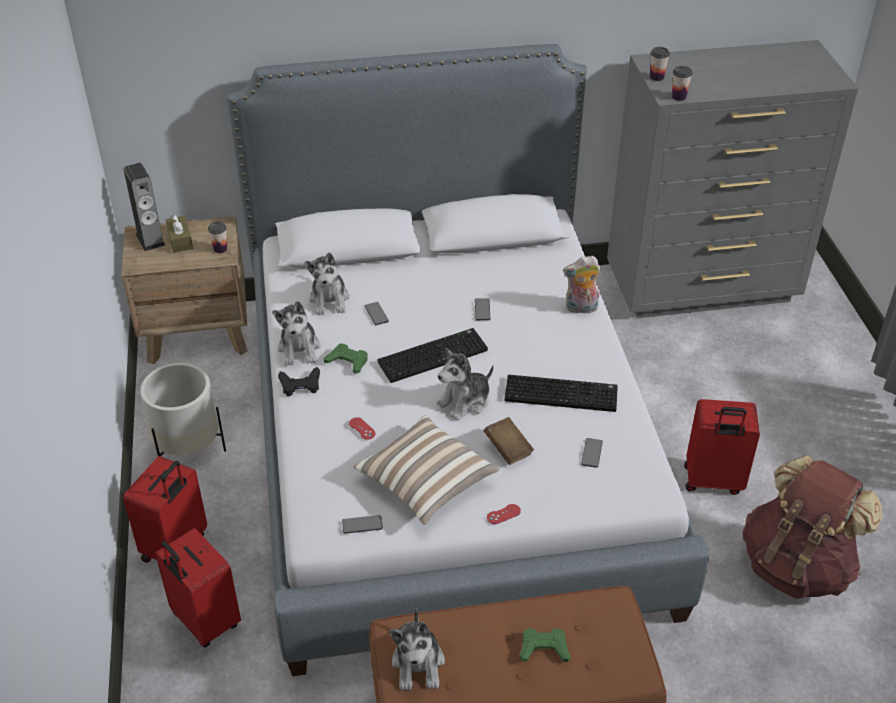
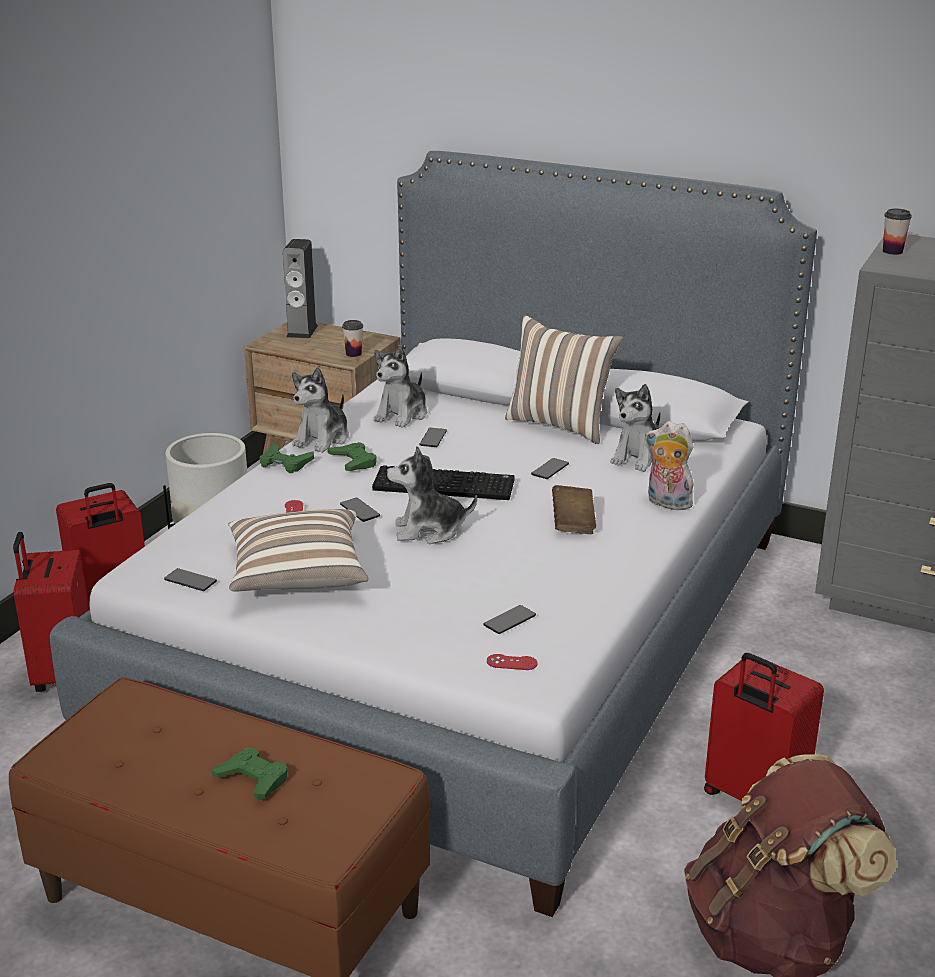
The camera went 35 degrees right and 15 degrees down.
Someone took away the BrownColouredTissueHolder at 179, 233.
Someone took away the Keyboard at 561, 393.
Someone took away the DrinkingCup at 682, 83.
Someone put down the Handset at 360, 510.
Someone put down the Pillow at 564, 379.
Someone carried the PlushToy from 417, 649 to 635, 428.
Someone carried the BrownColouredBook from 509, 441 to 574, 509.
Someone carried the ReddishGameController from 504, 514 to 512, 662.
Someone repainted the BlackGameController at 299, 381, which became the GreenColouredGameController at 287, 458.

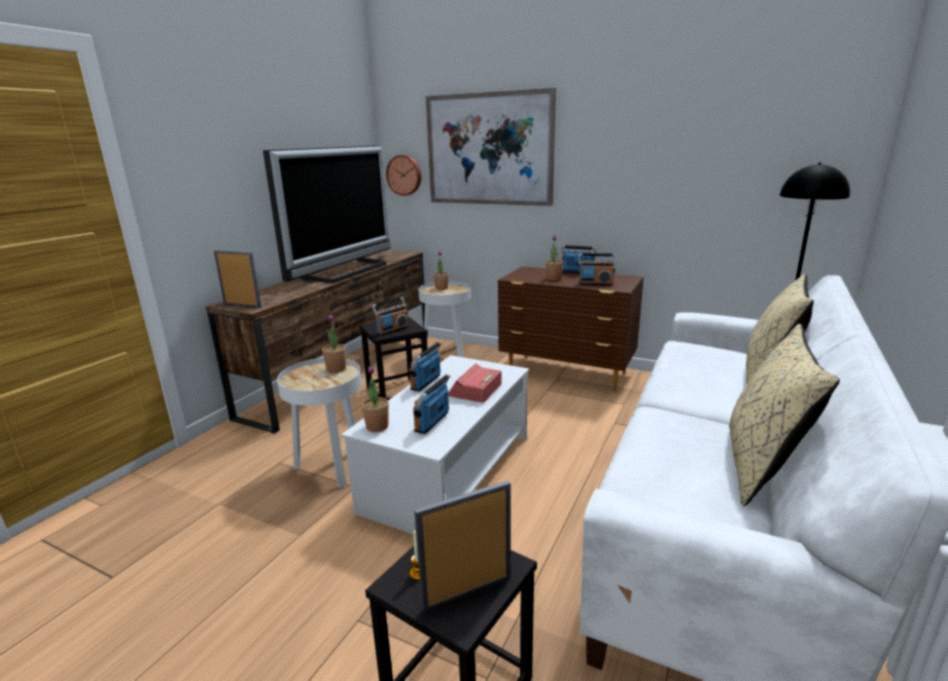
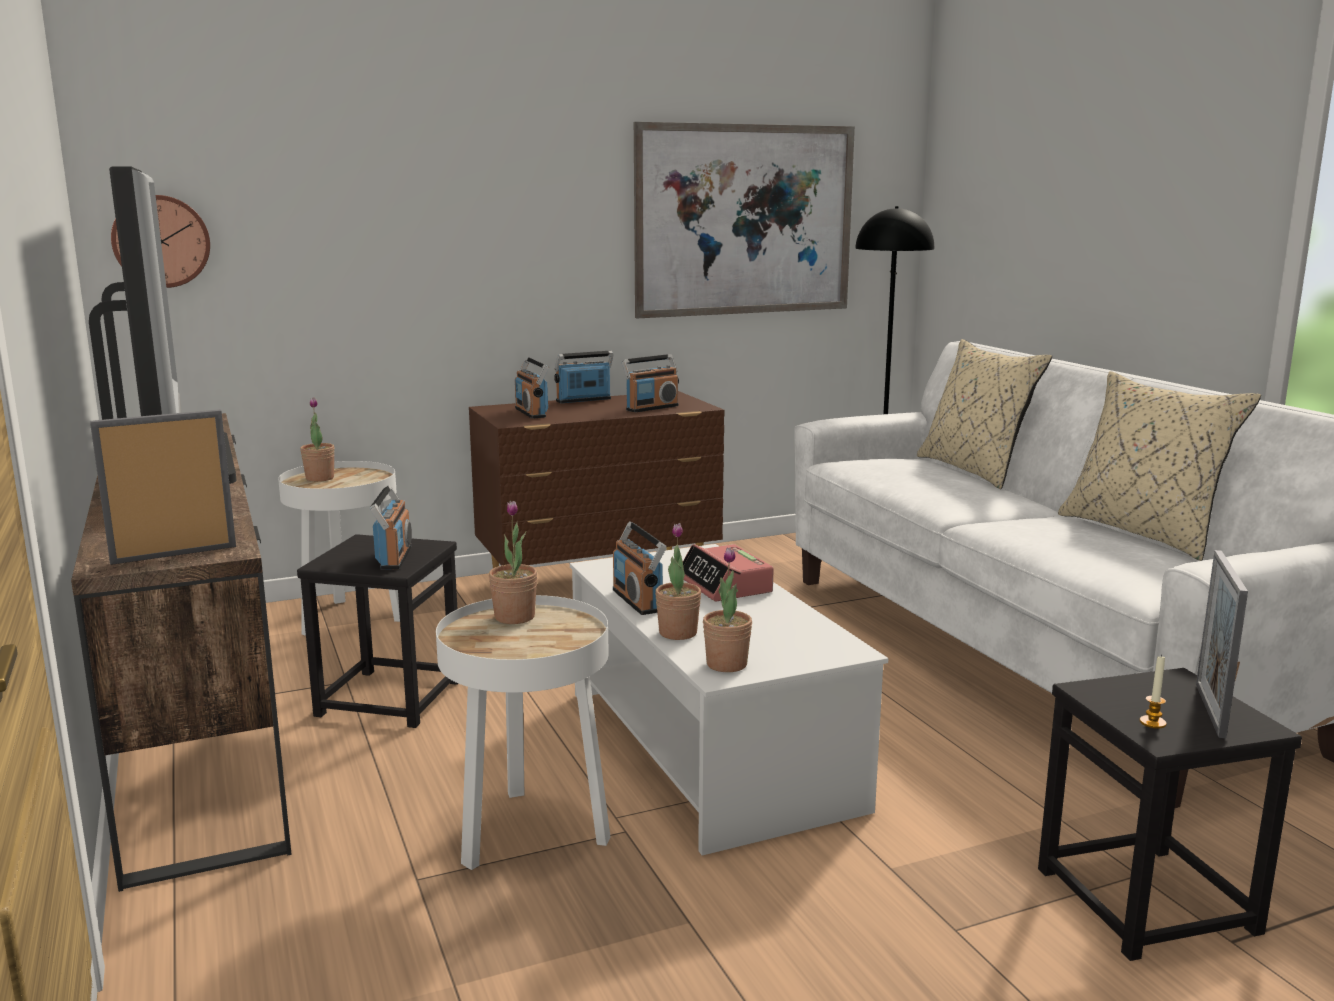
The camera went 50 degrees left and 5 degrees down.
Someone carried the RadioReceiver from 431, 404 to 532, 388.
Someone carried the WallArt from 491, 147 to 744, 220.
Someone carried the Houseplant from 554, 257 to 678, 581.

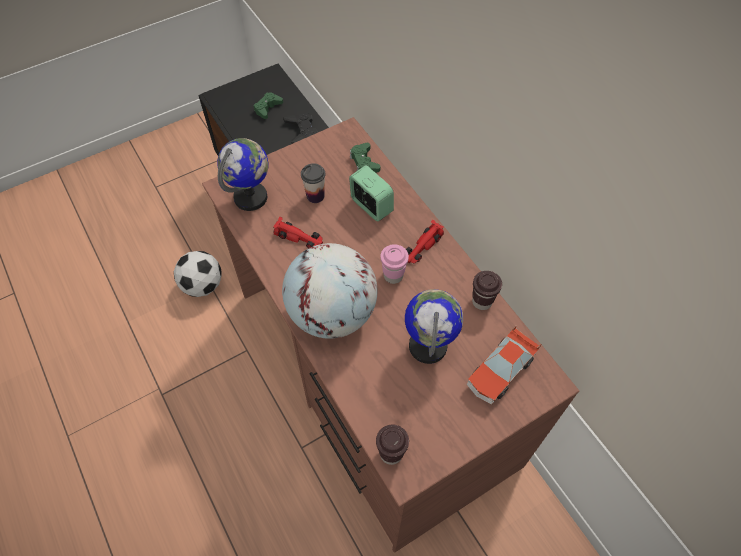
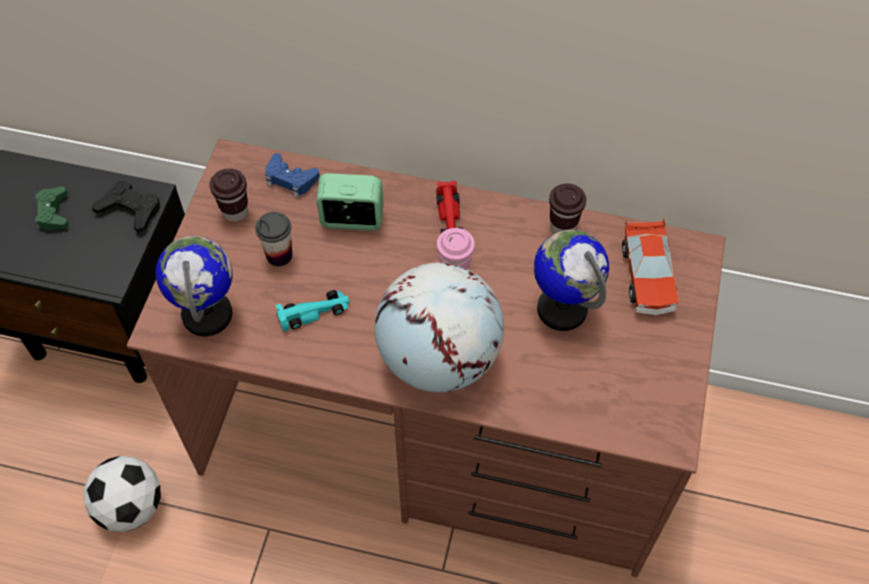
The camera went 45 degrees left and 0 degrees up.
Someone carried the BrownColouredDrinkingCup from 392, 445 to 228, 195.
Someone repainted the ReddishToyCar at 298, 232, which became the TurquoiseColouredToyCar at 313, 311.
Someone repainted the GreenColouredGameController at 365, 158, which became the BlueColouredGameController at 292, 175.

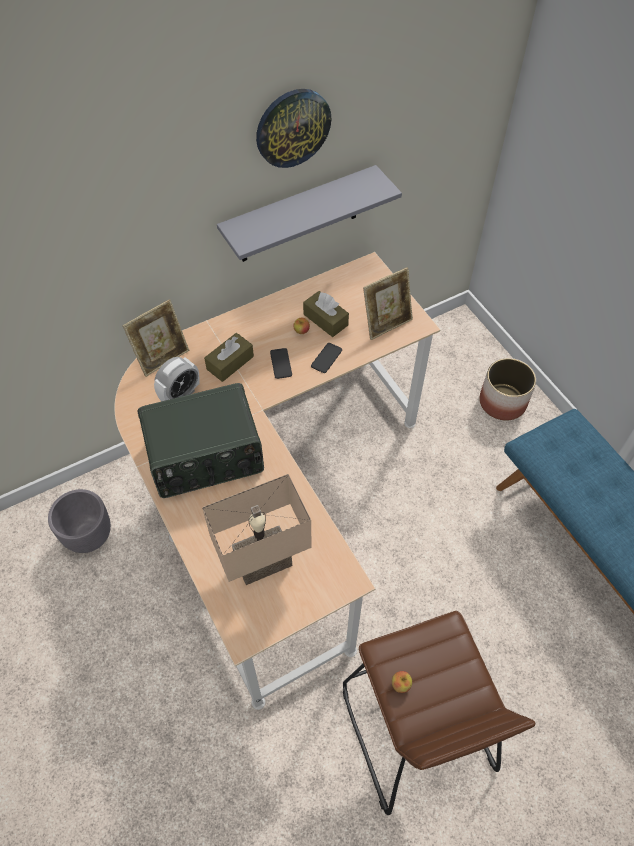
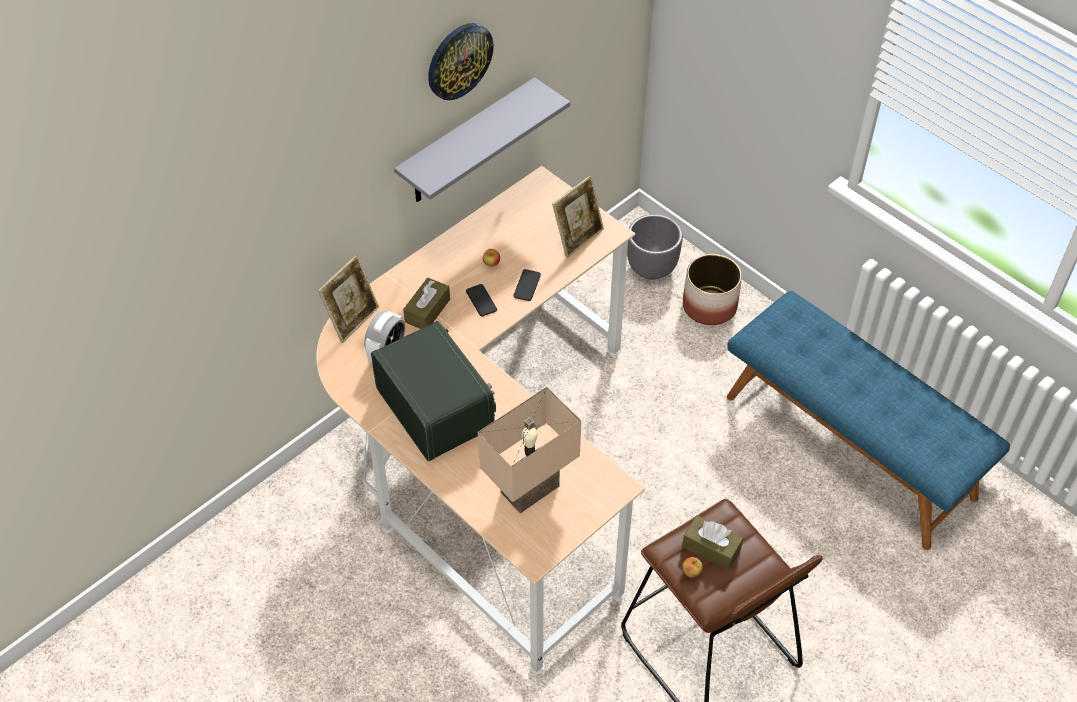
The camera went 15 degrees left and 5 degrees down.
Someone carried the GreyishFlowerPot from 79, 521 to 655, 247.
Someone carried the BrownColouredTissueHolder from 326, 314 to 712, 542.
Someone rotated the RadioReceiver at 200, 440 by 90 degrees counterclockwise.

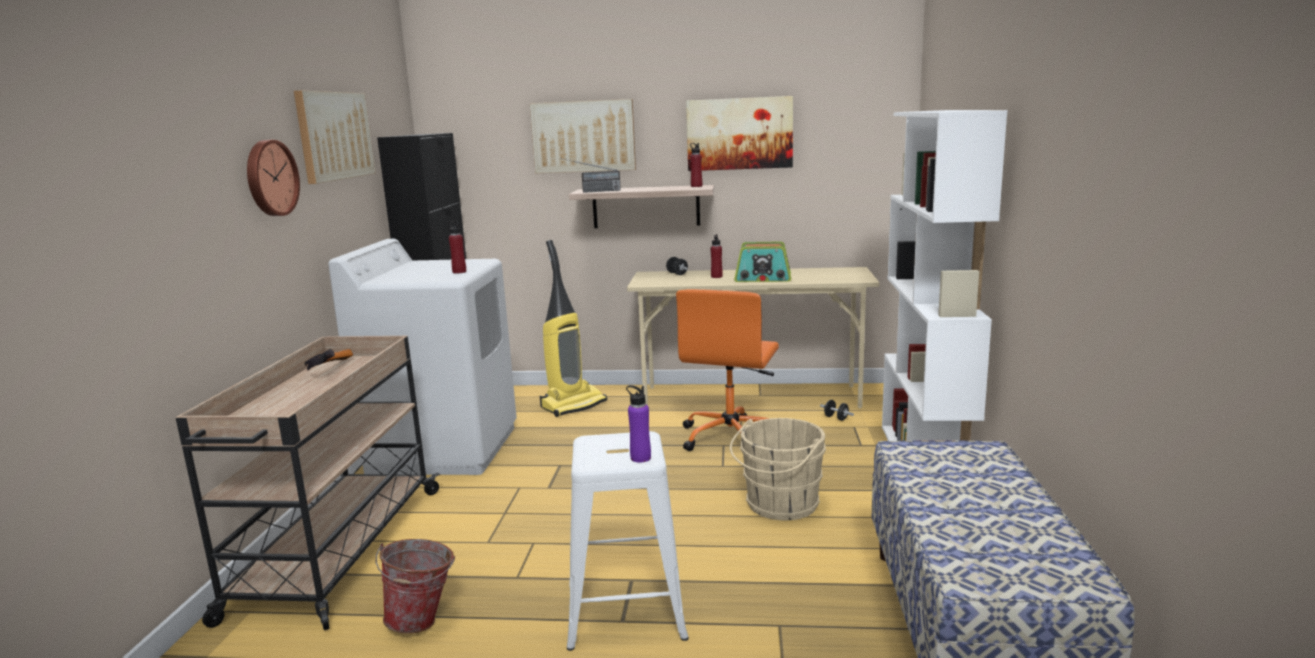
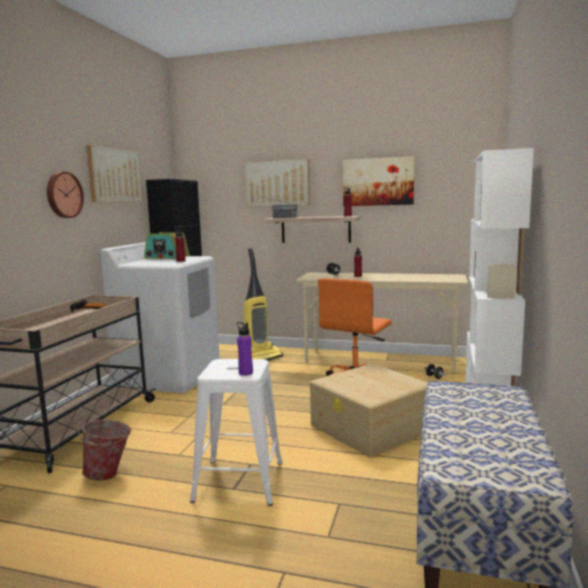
The camera went 10 degrees right and 5 degrees down.
Someone carried the RadioReceiver from 762, 261 to 167, 245.
Someone swapped the BeigePail at 778, 469 for the BeigeStorageBox at 369, 410.

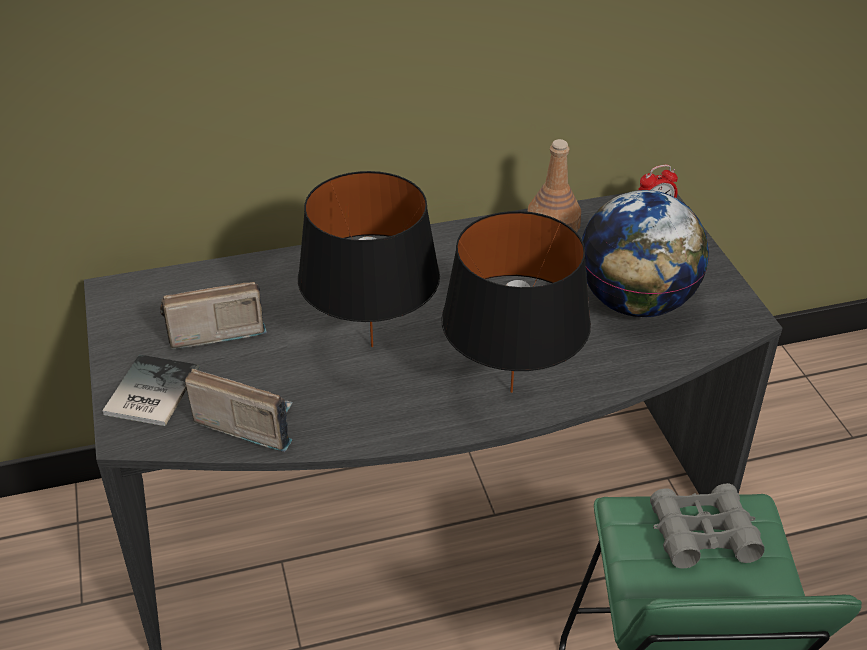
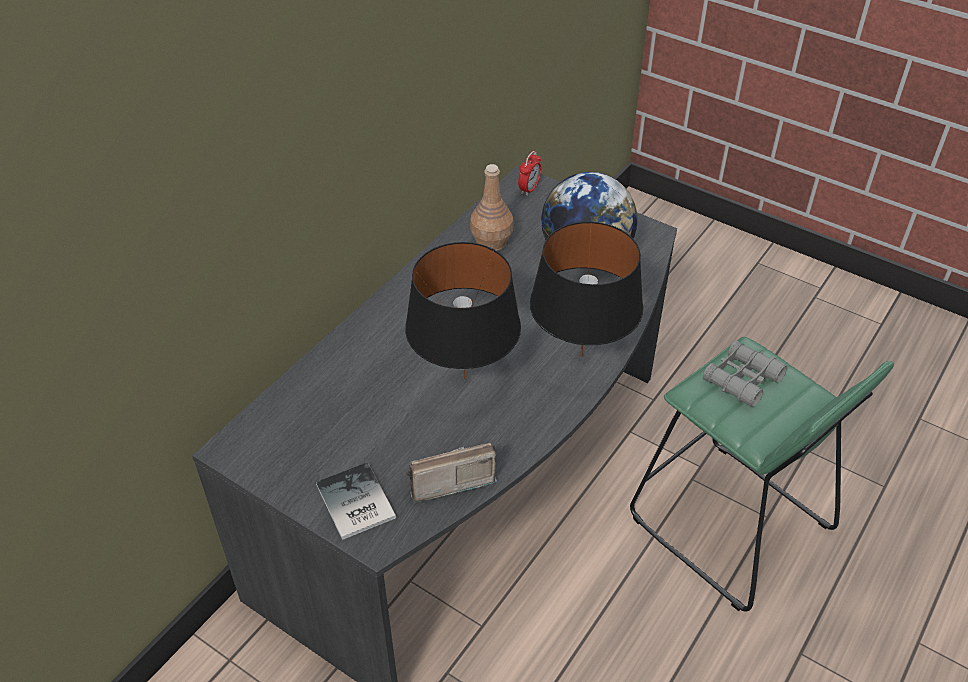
The camera went 40 degrees left and 5 degrees up.
Someone took away the RadioReceiver at 213, 315.

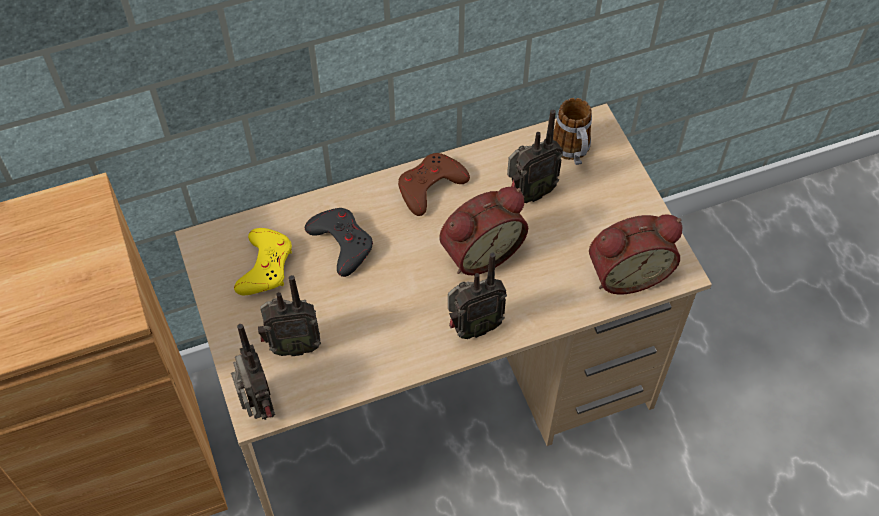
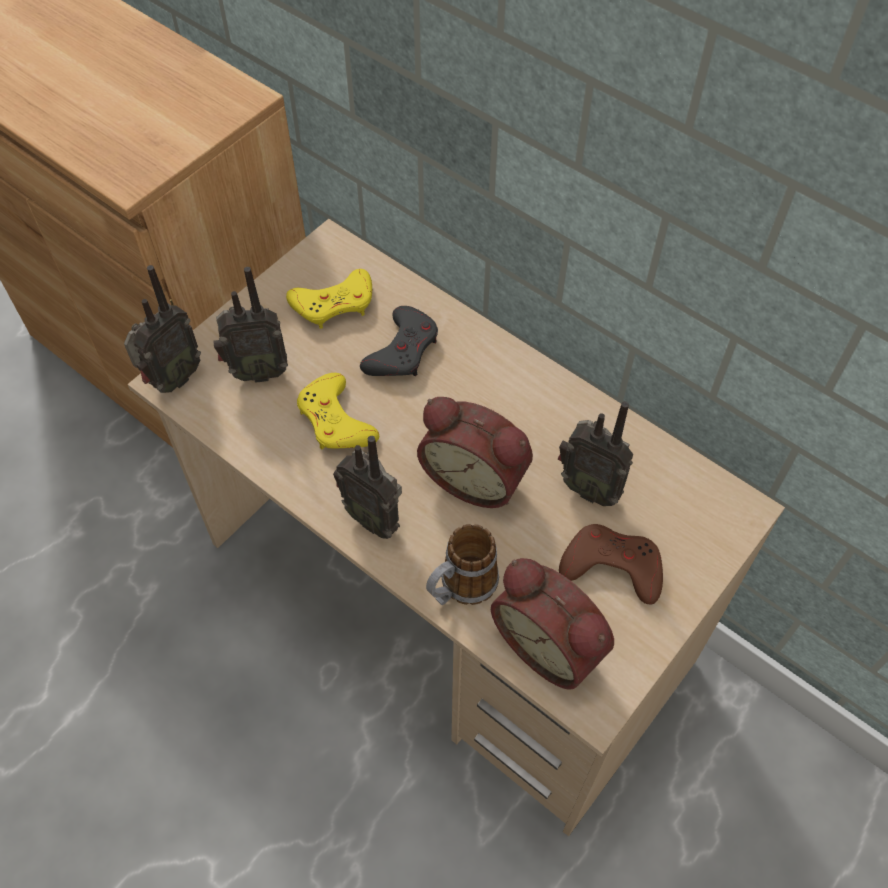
The camera went 60 degrees right and 0 degrees up.
Someone put down the YellowColouredGameController at 338, 411.
Someone carried the BrownColouredGameController from 434, 184 to 611, 564.
Someone carried the TeaMug from 572, 131 to 462, 564.
Someone rotated the RadioReceiver at 289, 315 by 60 degrees counterclockwise.

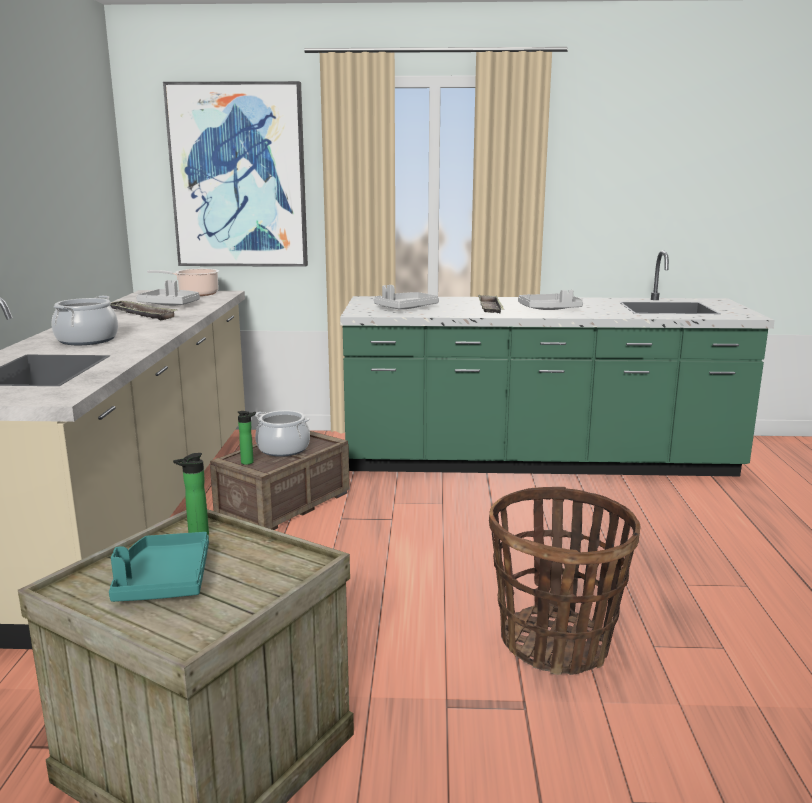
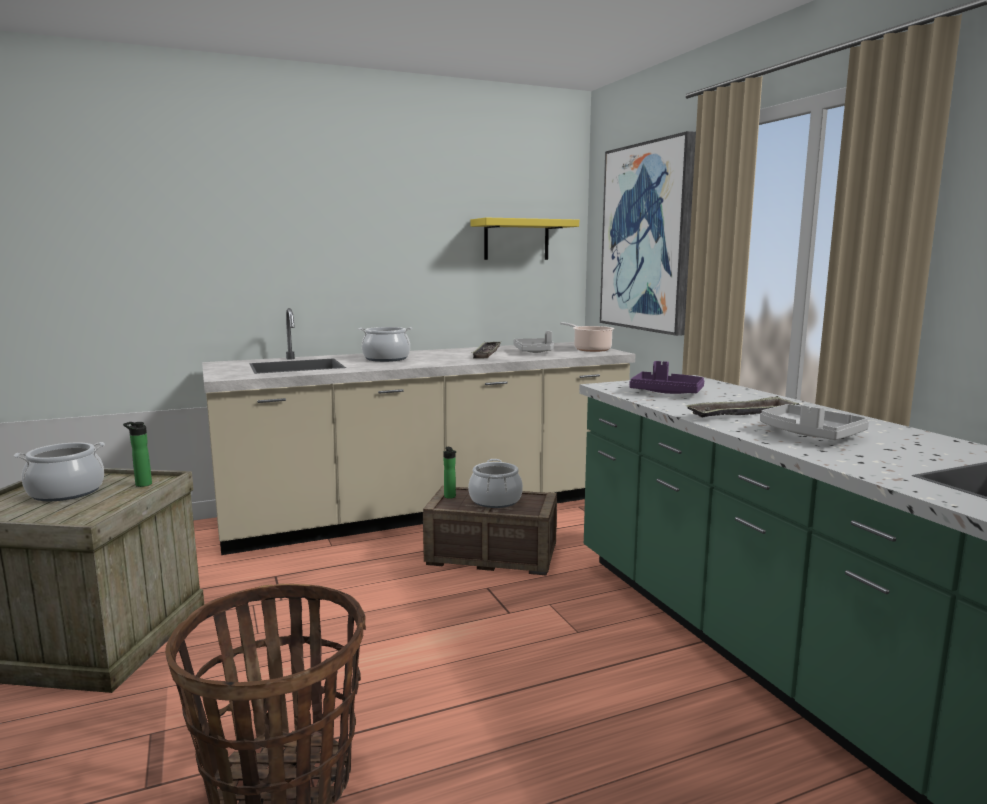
The camera went 65 degrees right and 5 degrees down.
Someone put up the YellowColouredWallShelf at 524, 239.
Someone swapped the TurquoiseColouredCarryingTray at 159, 567 for the Stockpot at 59, 471.
Someone repainted the GreyishCarryingTray at 406, 297, which became the PurpleColouredCarryingTray at 667, 377.

